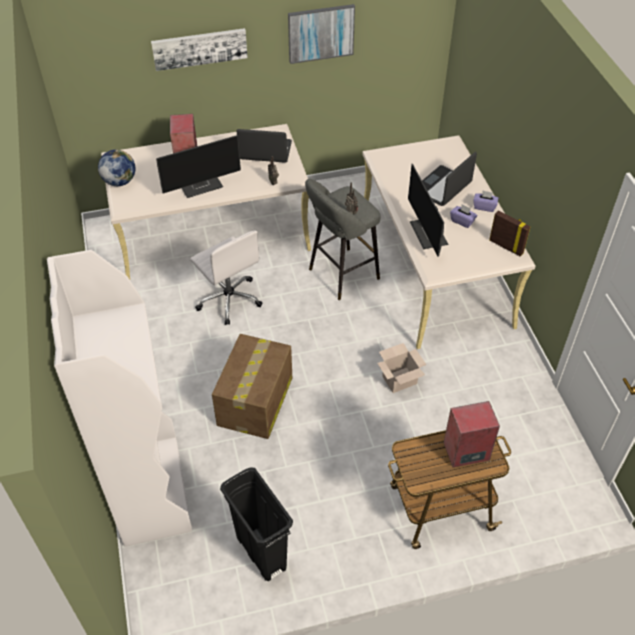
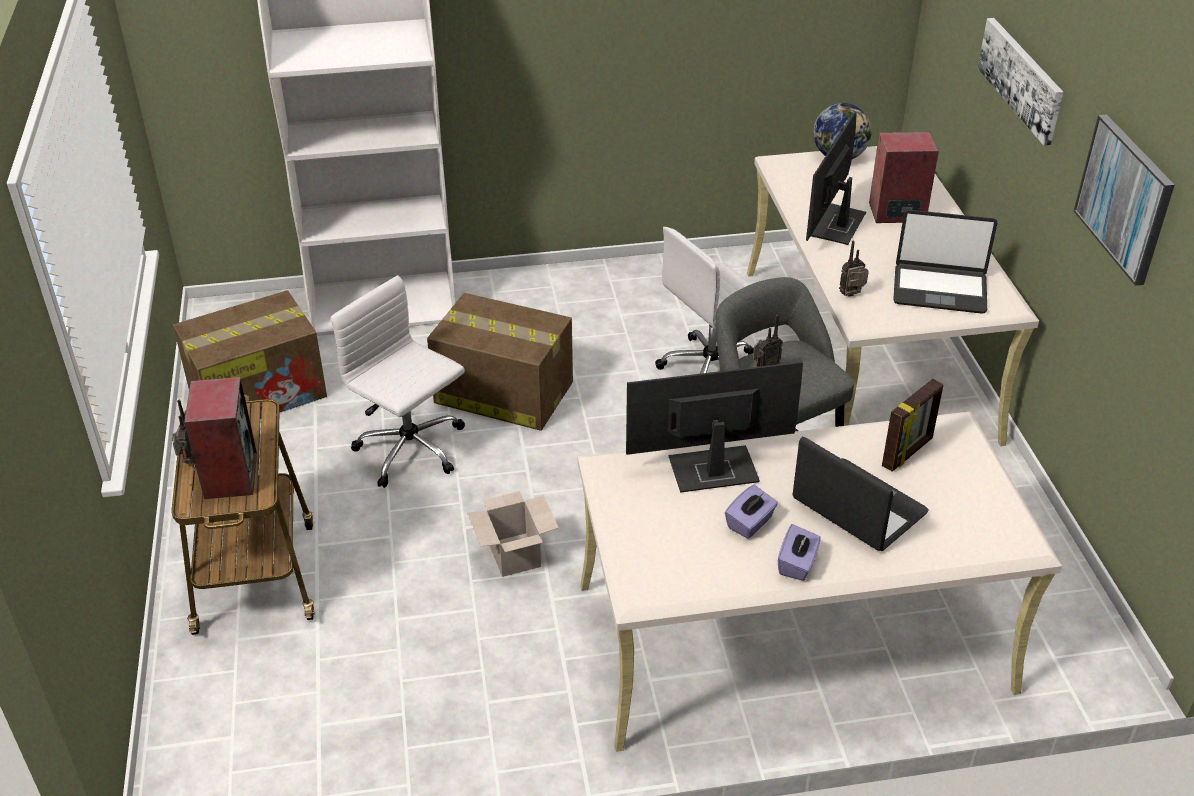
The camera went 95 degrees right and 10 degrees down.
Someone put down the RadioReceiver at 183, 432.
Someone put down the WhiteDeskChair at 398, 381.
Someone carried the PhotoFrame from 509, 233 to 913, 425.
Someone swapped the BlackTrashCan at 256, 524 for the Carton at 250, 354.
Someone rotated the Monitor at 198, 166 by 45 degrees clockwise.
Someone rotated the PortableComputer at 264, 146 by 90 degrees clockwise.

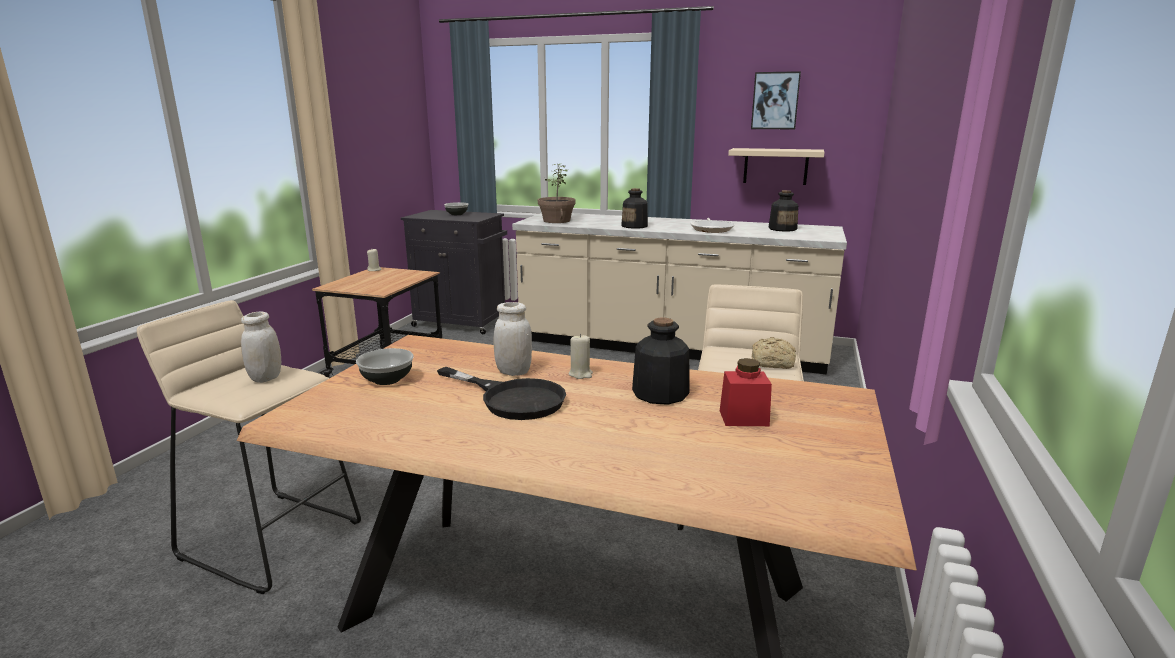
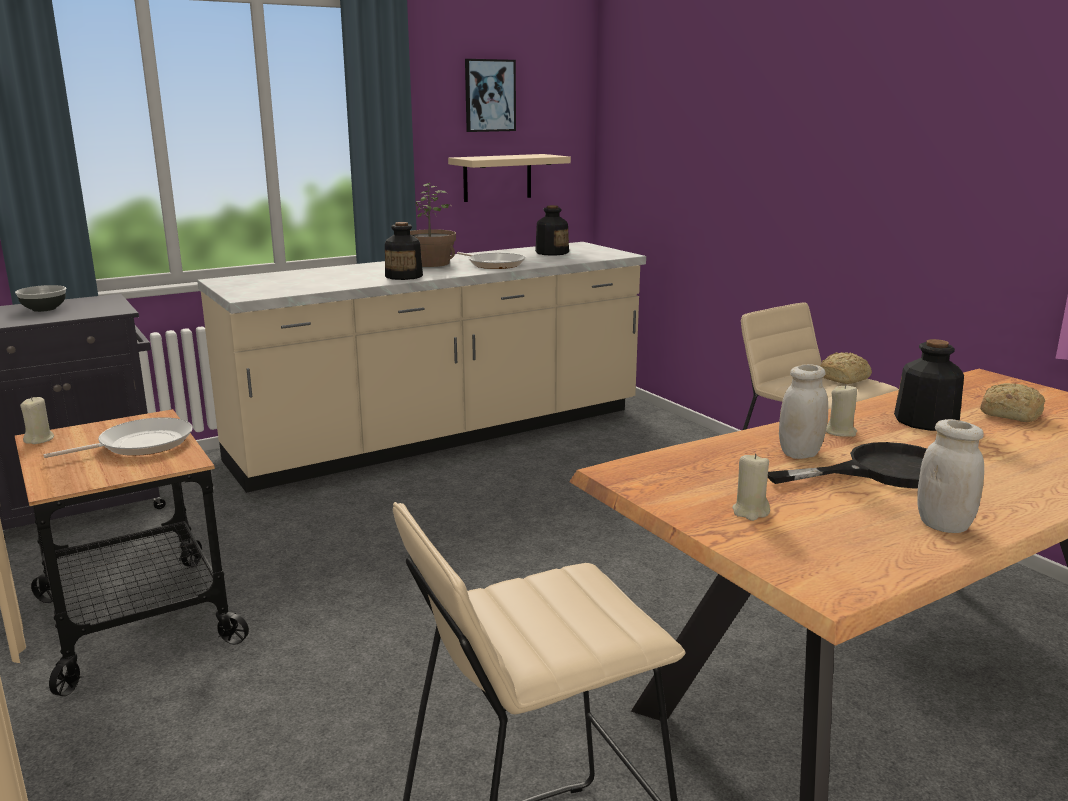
The camera went 50 degrees left and 0 degrees up.
Someone put down the Pan at 118, 437.
Someone carried the WhiteStorageJar from 261, 347 to 950, 476.
Someone carried the Houseplant from 557, 193 to 433, 225.
Someone swapped the ServingBowl at 385, 366 for the BeigeCandle at 751, 487.
Someone swapped the ReddishStorageJar at 746, 392 for the Bread at 1012, 402.

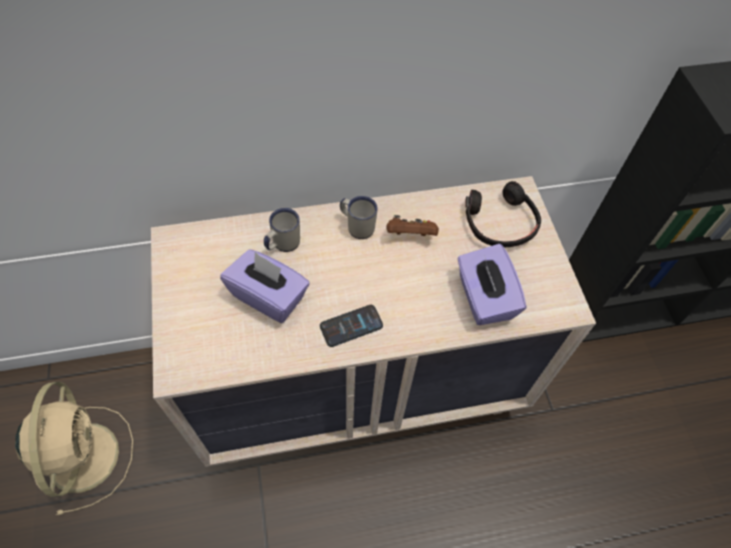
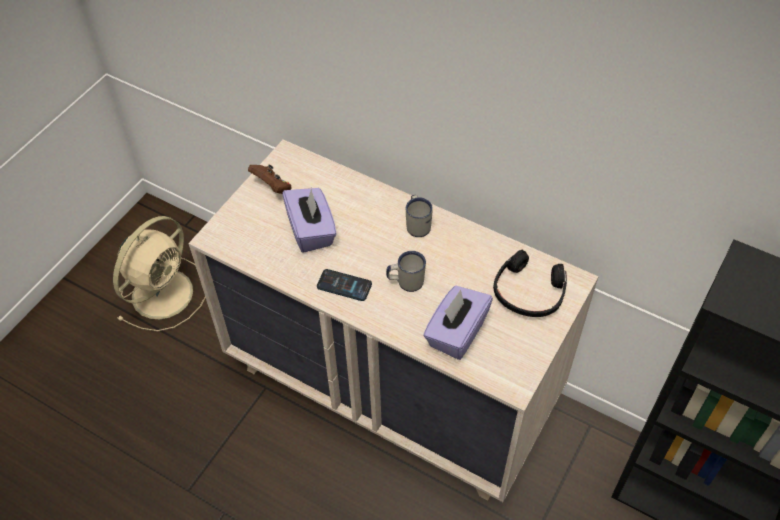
The camera went 45 degrees right and 5 degrees down.
Someone carried the WhiteTeaMug from 282, 230 to 406, 271.
Someone carried the BrownColouredGameController from 412, 225 to 270, 179.

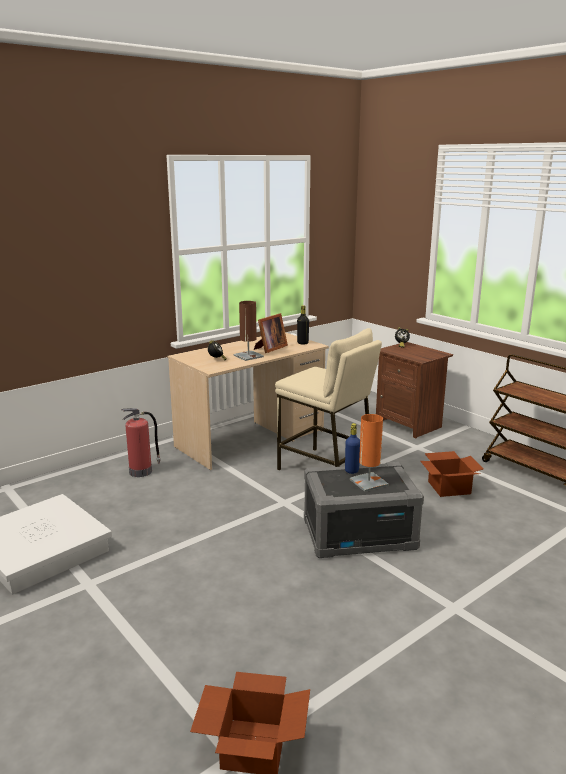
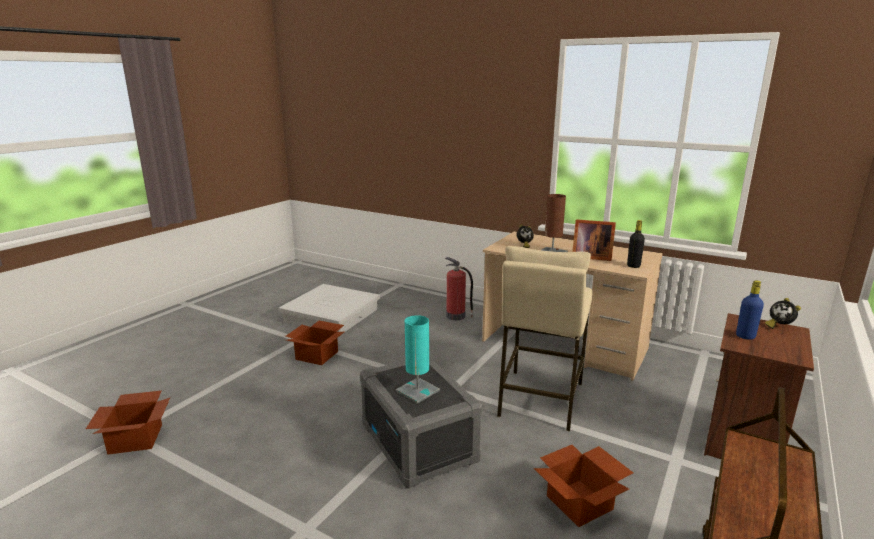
The camera went 70 degrees right and 0 degrees up.
Someone put down the Carton at 315, 343.
Someone carried the BlueColouredDrinkBottle from 352, 448 to 750, 310.
Someone repainted the OrangeyTableLamp at 369, 453, which became the TurquoiseColouredTableLamp at 418, 359.

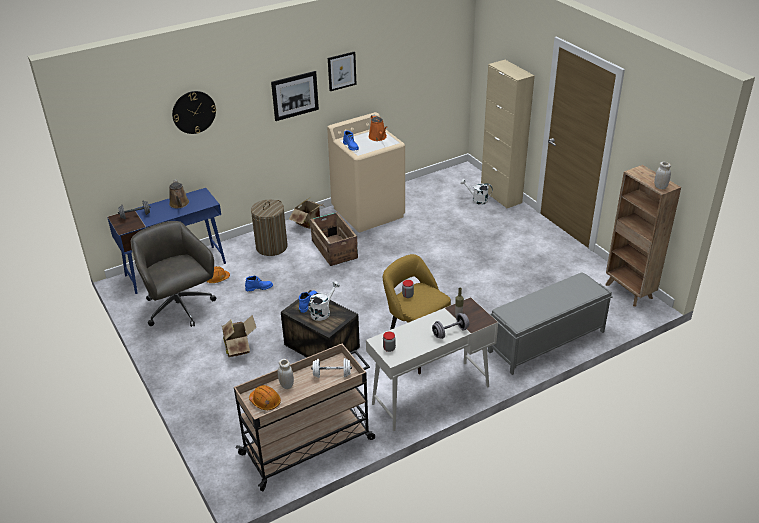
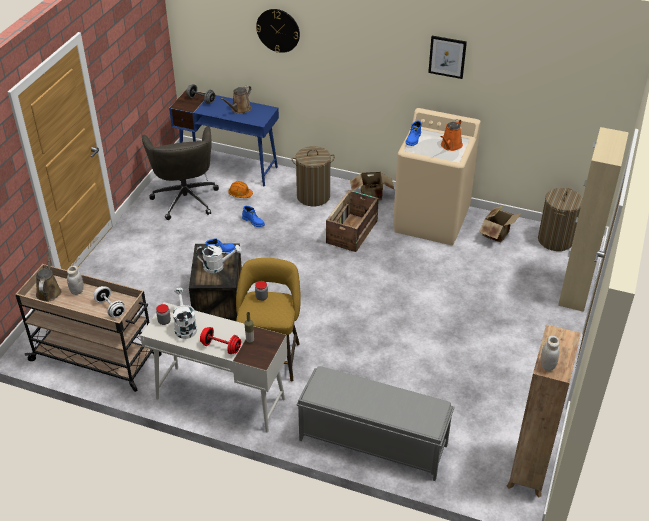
The camera went 50 degrees right and 5 degrees up.
Someone took away the WallArt at 295, 96.
Someone put down the LaundryBasket at 560, 219.
Someone carried the Carton from 239, 336 to 500, 224.
Someone carried the WhiteWateringCan from 476, 192 to 185, 313.
Someone swapped the OrangeyWorkHelmet at 265, 397 for the BrownColouredWateringCan at 49, 274.
Someone repainted the GreyishFreeWeight at 450, 326, which became the ReddishFreeWeight at 220, 340.
Someone rotated the GreyishDeskChair at 173, 274 by 150 degrees clockwise.

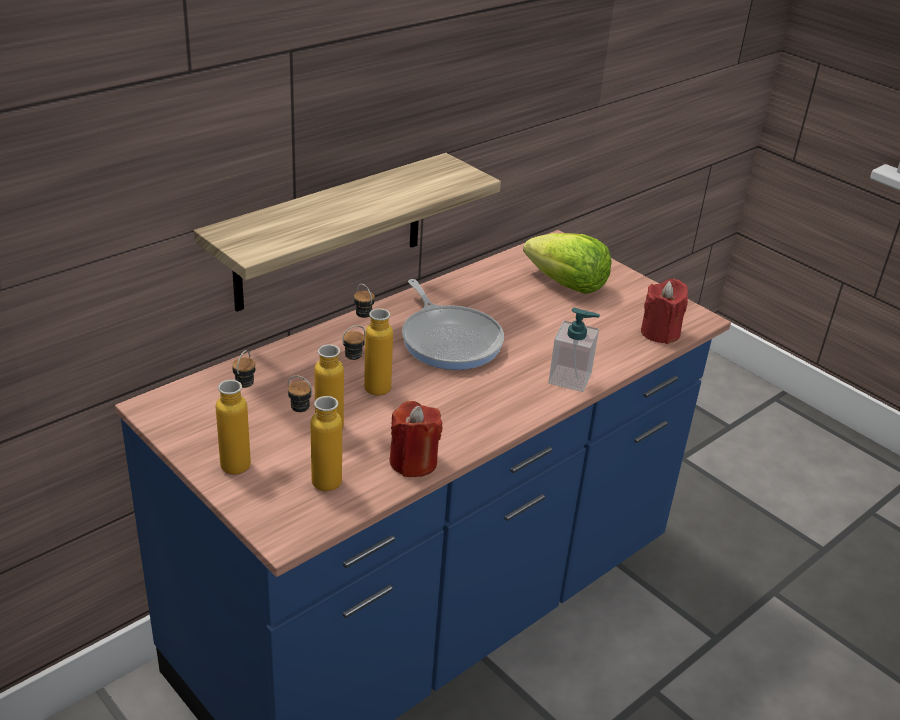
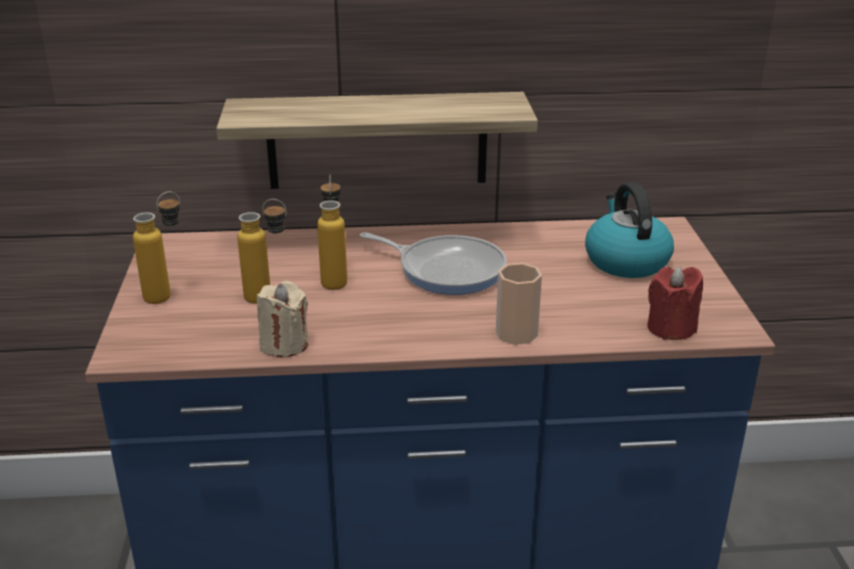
The camera went 40 degrees right and 5 degrees down.
Someone took away the DrinkBottle at 315, 433.
Someone swapped the LettuceHead at 567, 263 for the TeaKettle at 629, 230.
Someone swapped the SoapBottle at 574, 350 for the DrinkingCup at 519, 304.
Someone repainted the ReddishCandle at 416, 439, which became the BeigeCandle at 282, 319.
Someone rotated the Pan at 453, 324 by 75 degrees counterclockwise.

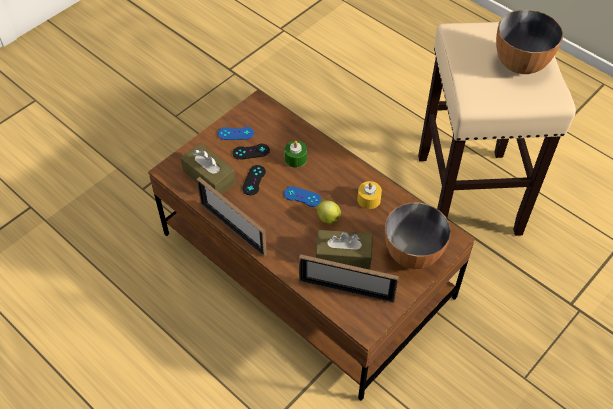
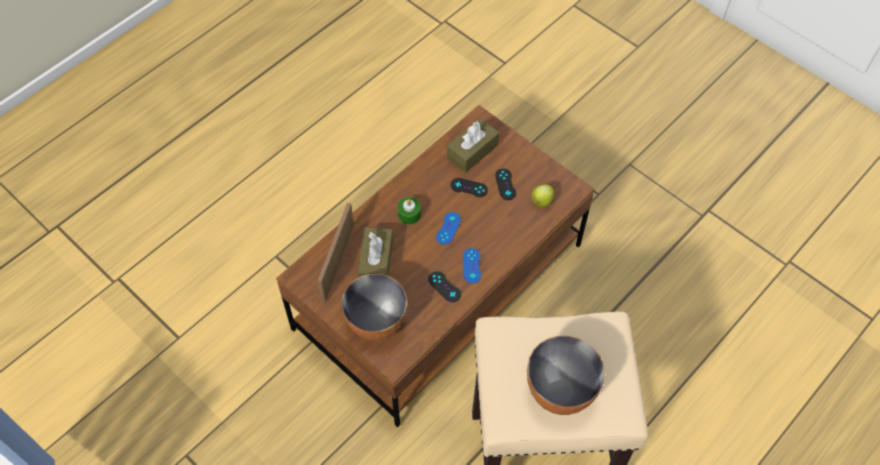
The camera went 90 degrees right and 5 degrees up.
Someone took away the PhotoFrame at 232, 217.
Someone carried the BlueColouredGameController from 235, 133 to 472, 265.
Someone carried the GreenColouredCandle from 296, 154 to 409, 211.
Someone carried the WholeApple from 329, 212 to 543, 195.
Someone swapped the YellowColouredCandle at 369, 195 for the BlackGameController at 444, 286.

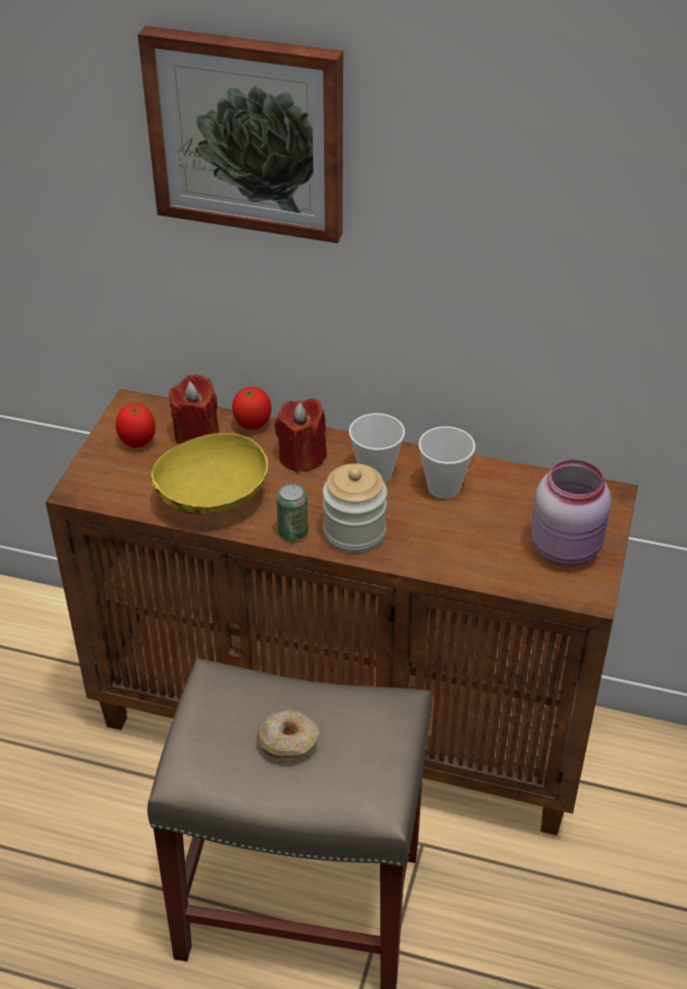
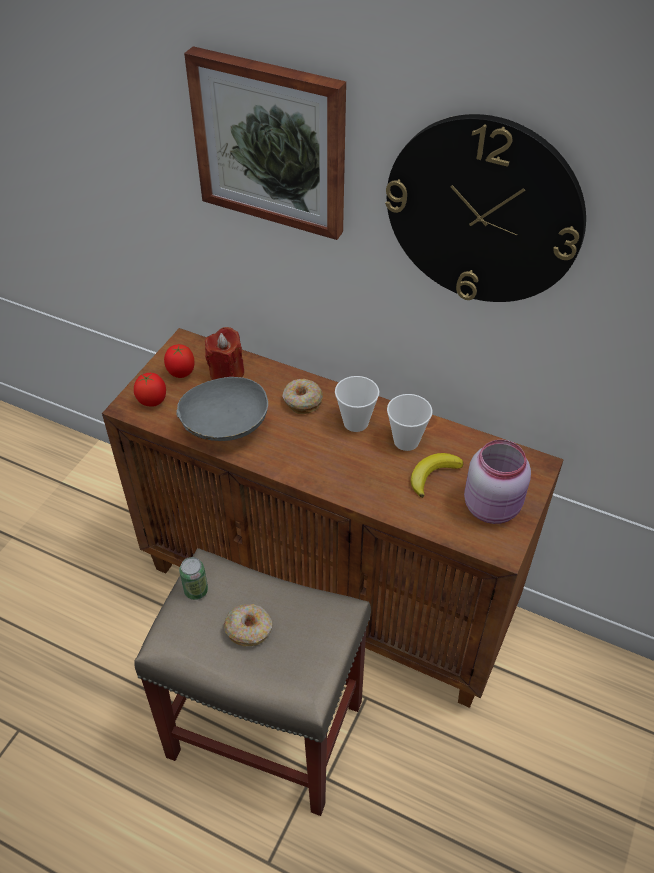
The camera went 10 degrees right and 5 degrees up.
Someone took away the StorageJar at 355, 508.
Someone put up the HangingClock at 485, 208.
Someone put down the BananaFruit at 437, 475.
Someone carried the FreshTomato from 251, 408 to 150, 390.
Someone carried the SealedCan from 292, 512 to 193, 578.
Someone swapped the ReddishCandle at 301, 435 for the Donut at 302, 396.
Someone repainted the YellowColouredServingBowl at 209, 473, which became the GreyishServingBowl at 222, 409.

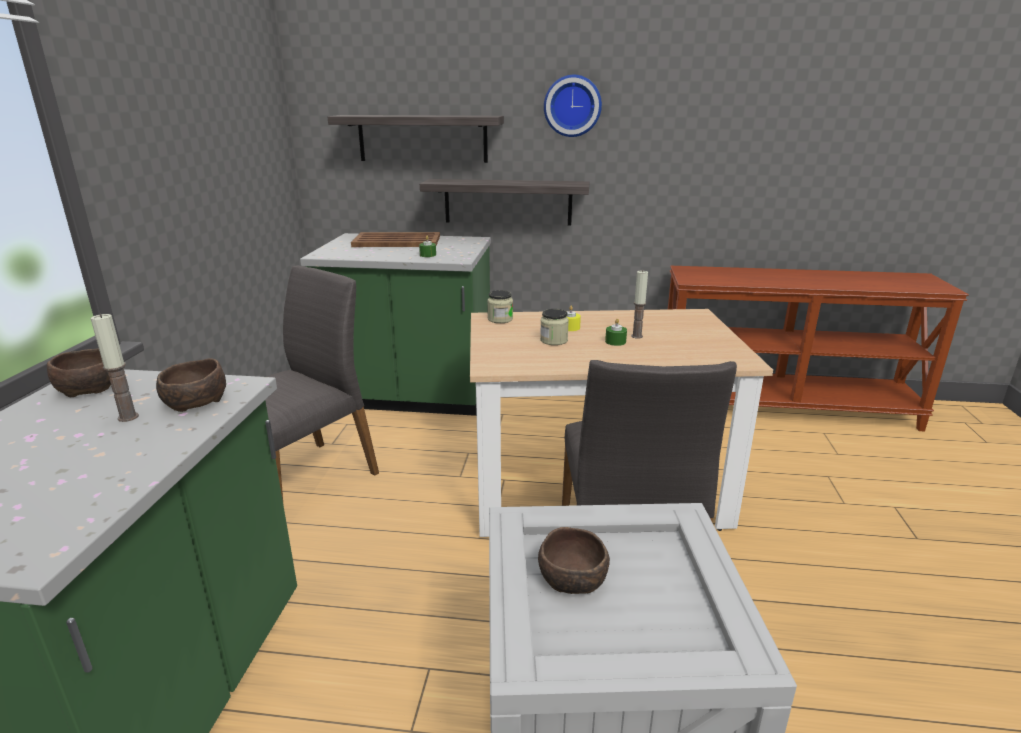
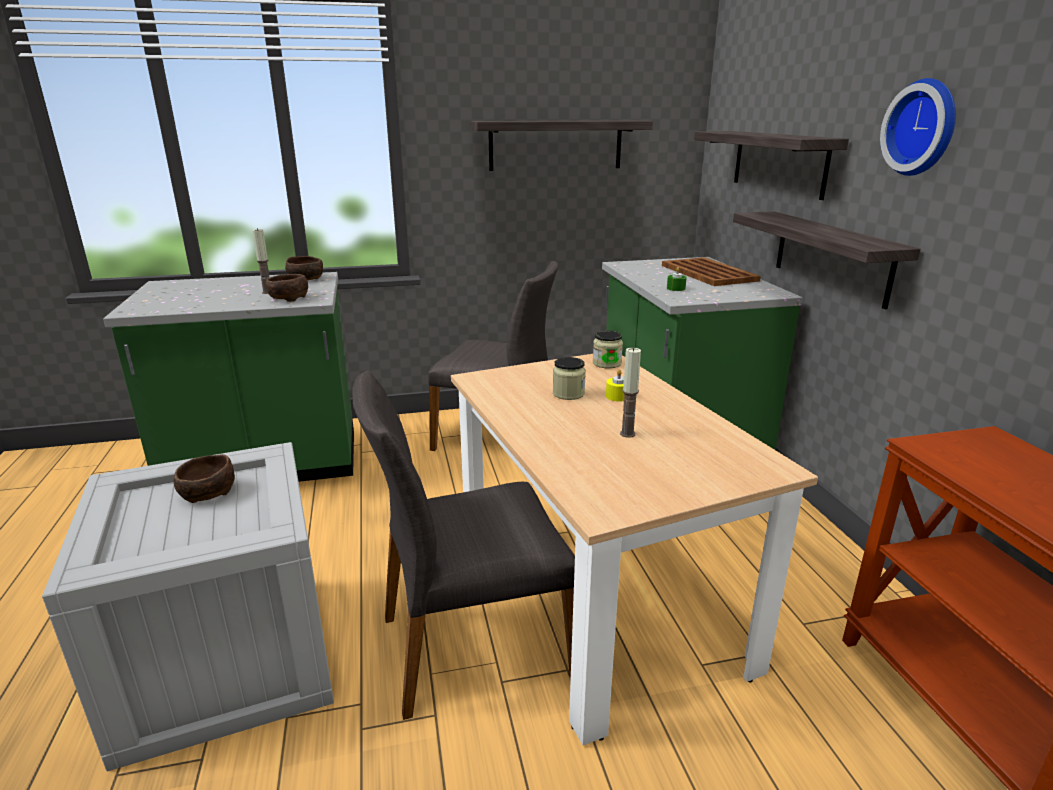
The camera went 70 degrees right and 0 degrees up.
Someone took away the GreenColouredCandle at 616, 332.
Someone put up the WallShelf at 562, 145.

